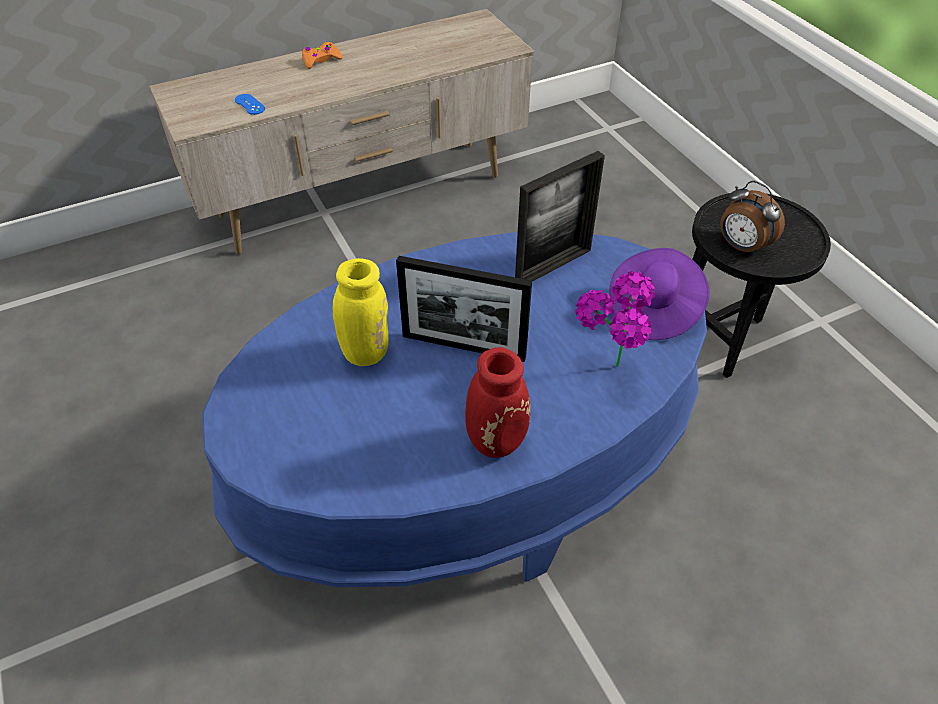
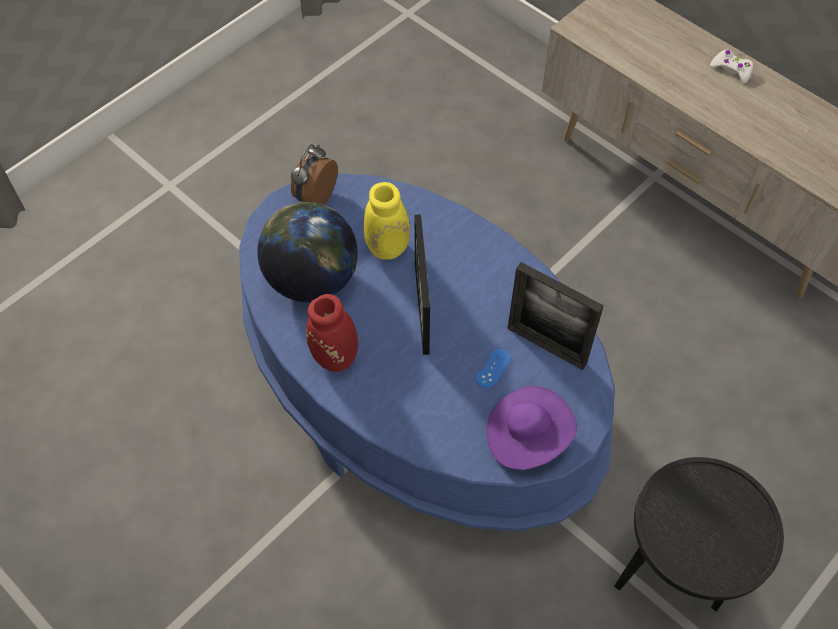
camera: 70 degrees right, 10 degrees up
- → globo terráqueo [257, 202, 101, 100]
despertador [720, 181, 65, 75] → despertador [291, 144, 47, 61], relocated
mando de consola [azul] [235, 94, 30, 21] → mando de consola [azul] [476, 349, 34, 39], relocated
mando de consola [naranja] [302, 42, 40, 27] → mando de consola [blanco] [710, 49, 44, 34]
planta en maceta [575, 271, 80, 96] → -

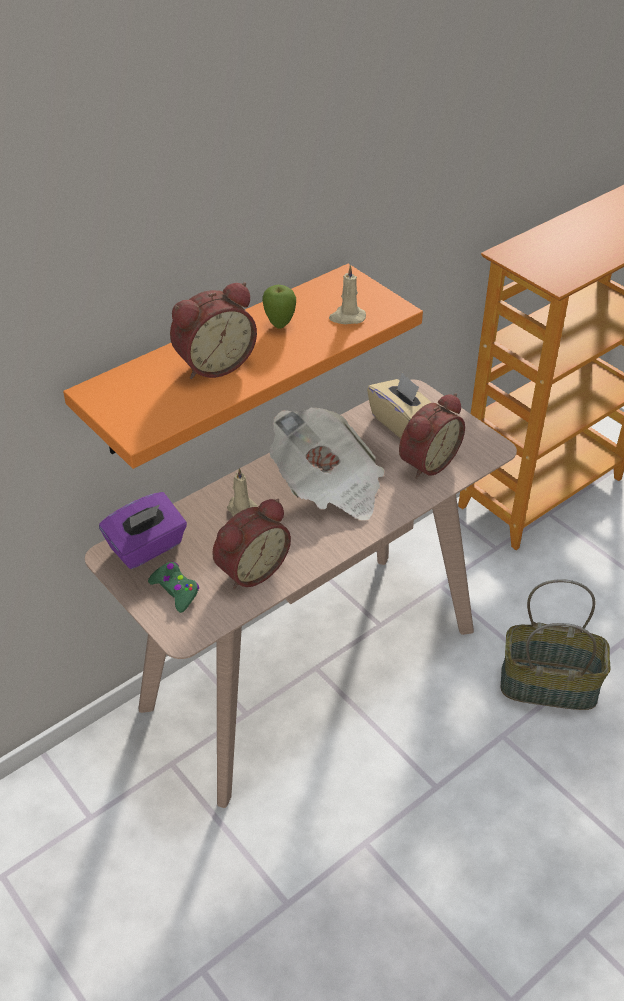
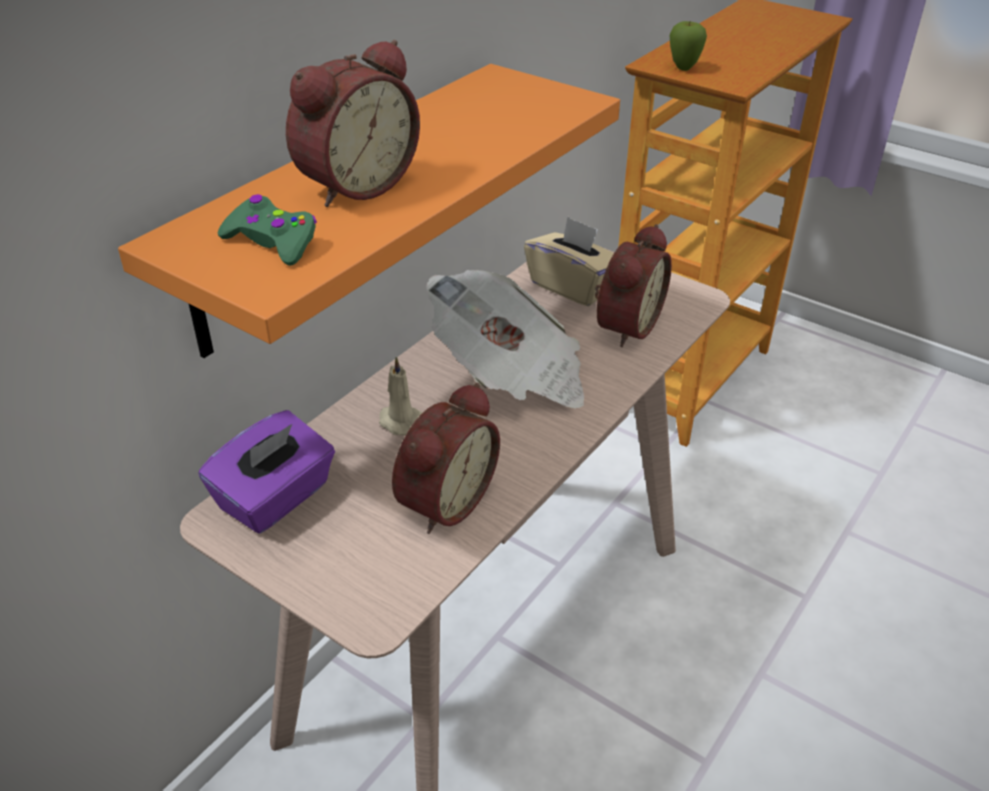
camera: 15 degrees left, 5 degrees down
mando de consola [verde] [148, 562, 51, 51] → mando de consola [verde] [218, 194, 99, 72], relocated
manzana [262, 285, 34, 44] → manzana [670, 21, 37, 50], relocated
vela [beis] [329, 265, 37, 59] → -
cesta [501, 579, 109, 131] → -

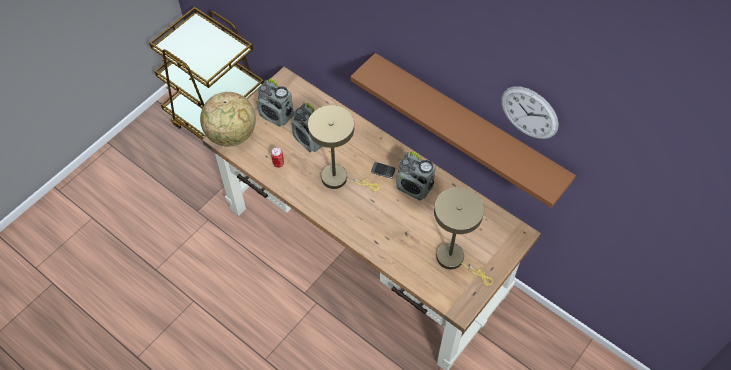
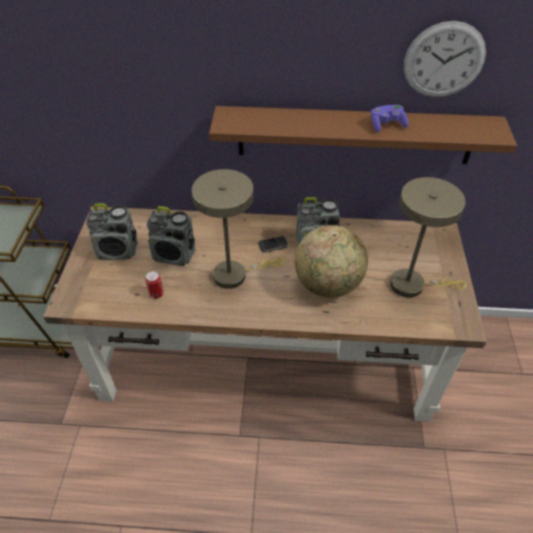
camera: 35 degrees left, 10 degrees down
globo terráqueo [200, 92, 56, 55] → globo terráqueo [295, 225, 73, 73], relocated
- → mando de consola [morado] [371, 105, 37, 28]

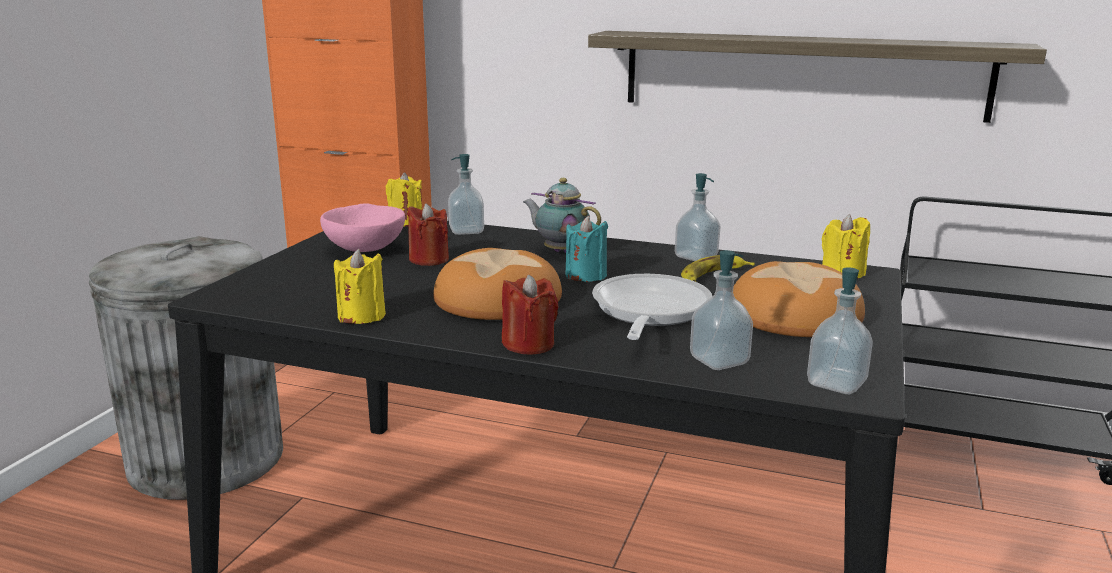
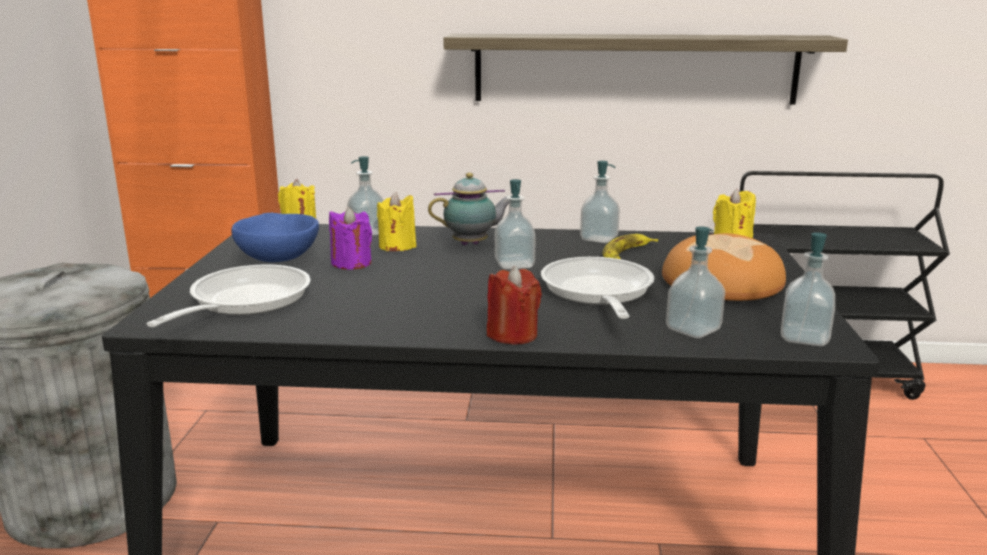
camera: 15 degrees left, 0 degrees up
- → sartén [146, 264, 165, 63]
cuenco [rosa] [320, 204, 85, 48] → cuenco [azul] [231, 213, 88, 49]
vela [rojo] [407, 203, 42, 63] → vela [morado] [329, 207, 43, 63]
vela [amarillo] [334, 249, 52, 75] → vela [amarillo] [377, 192, 39, 59], relocated
tetera [523, 178, 78, 75] → tetera [428, 172, 81, 73], 150 degrees clockwise
vela [turquesa] [565, 216, 43, 66] → dispensador de jabón [495, 179, 41, 90]
pan [433, 248, 129, 72] → -

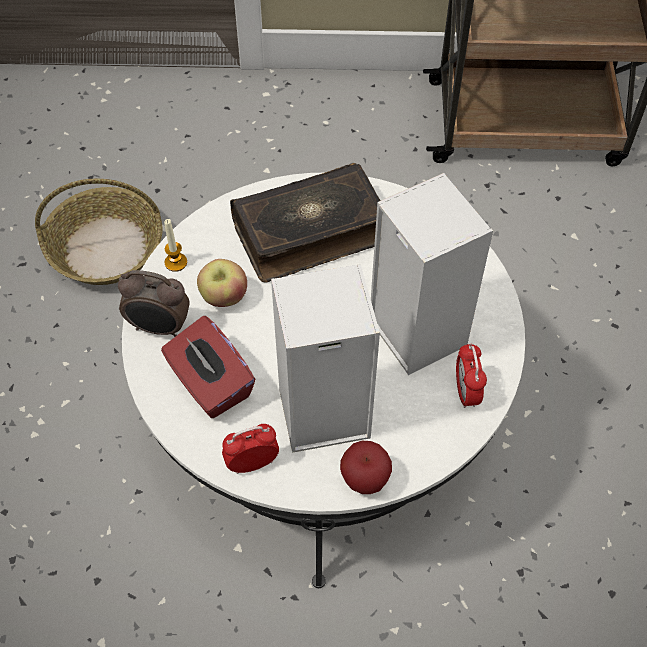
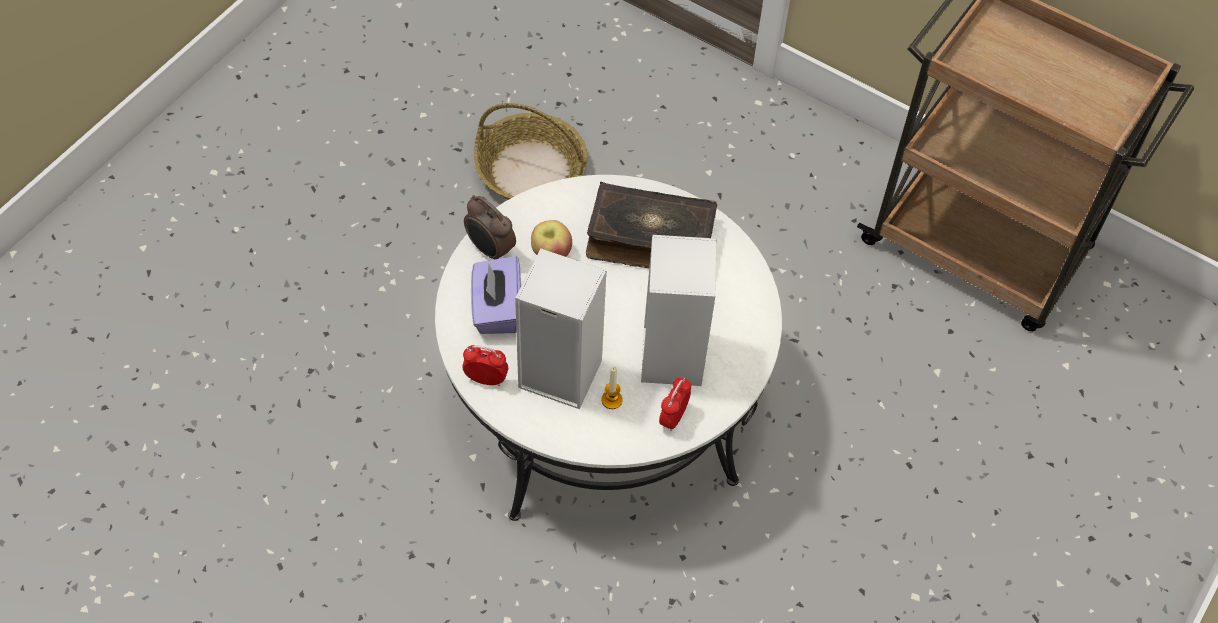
camera: 30 degrees right, 0 degrees up
caja de pañuelos [rojo] [161, 316, 94, 102] → caja de pañuelos [morado] [471, 256, 50, 78]
vela [164, 219, 23, 53] → vela [601, 366, 22, 43], relocated
manzana [340, 441, 52, 53] → -

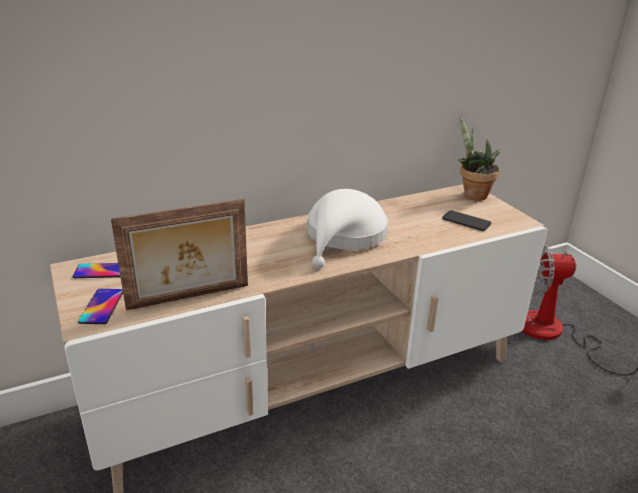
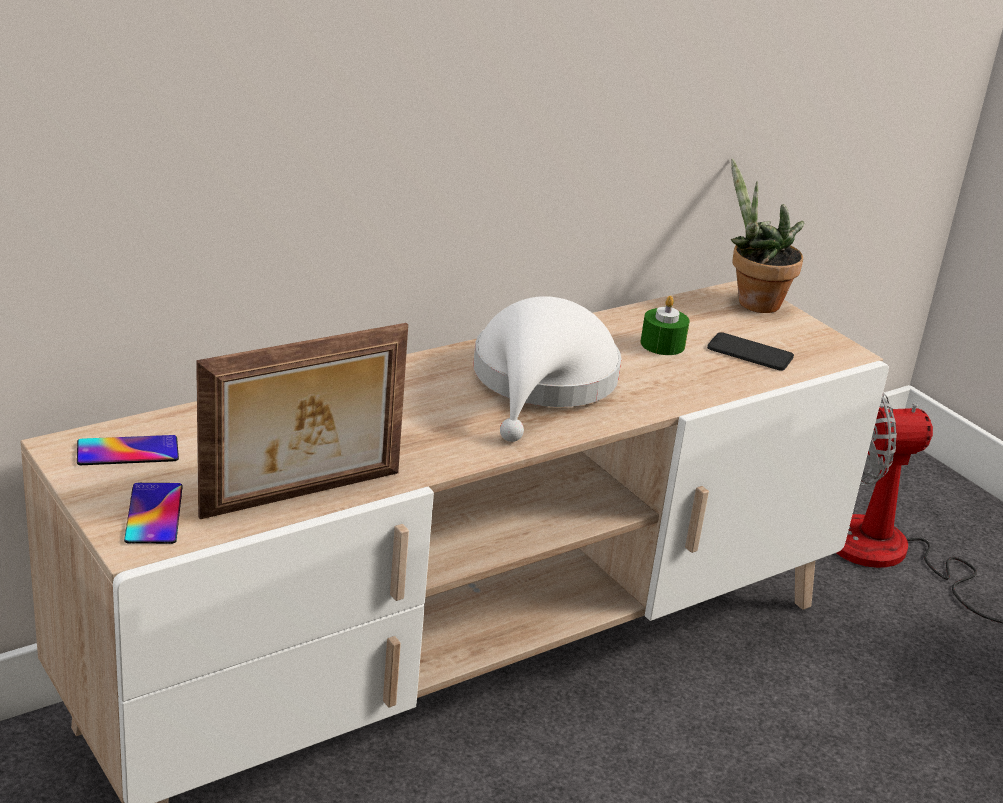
camera: 10 degrees left, 0 degrees up
- → vela [verde] [641, 296, 48, 59]

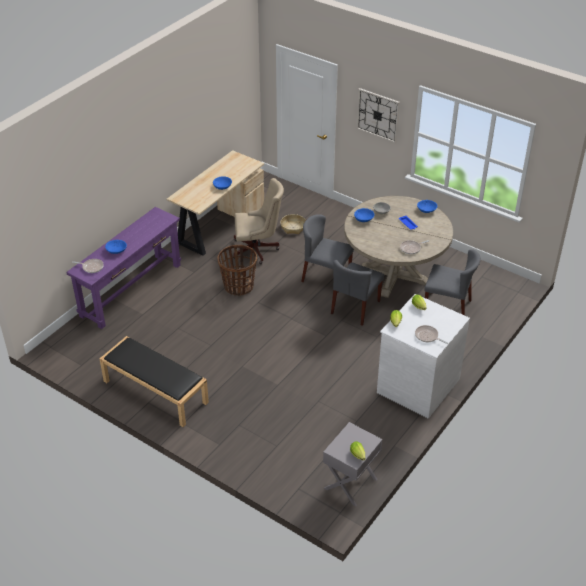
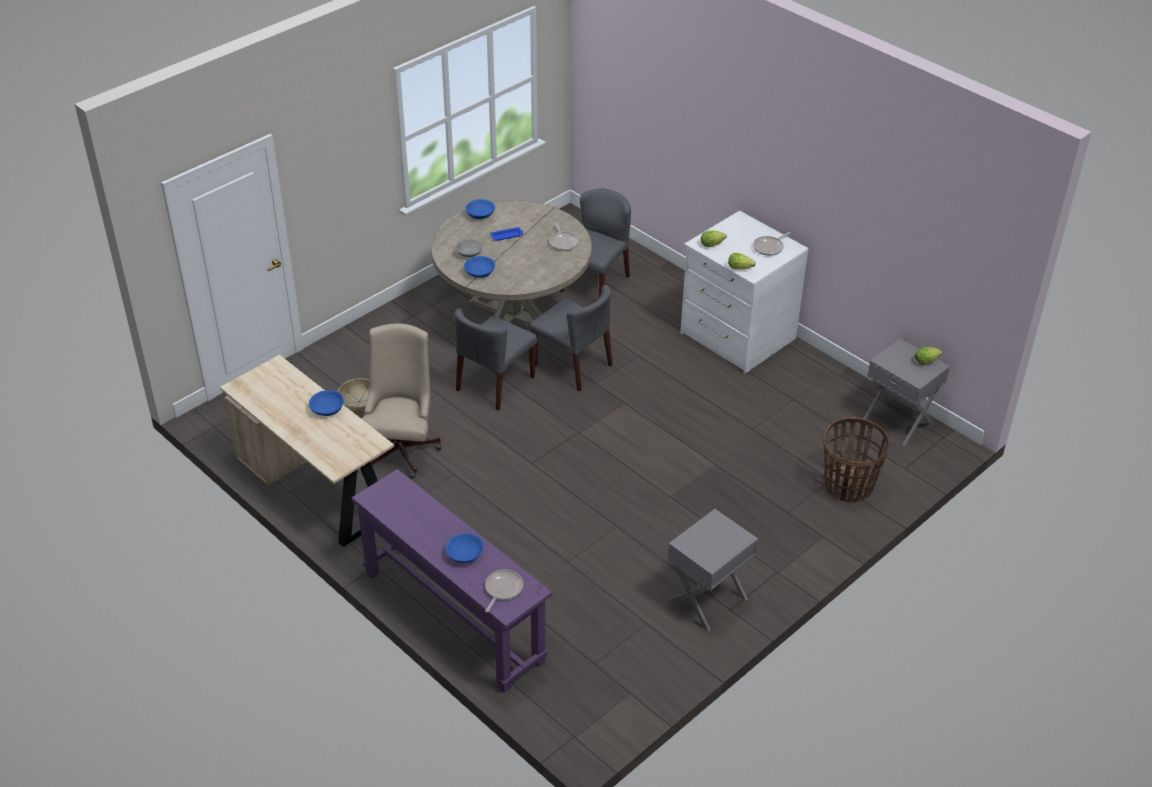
camera: 80 degrees left, 0 degrees up
banco [negro] [100, 336, 109, 91] → mesita de noche [gris] [667, 509, 91, 123]
cesta [217, 245, 40, 51] → cesta [823, 417, 68, 85], relocated
reloj de pared [356, 88, 44, 55] → -

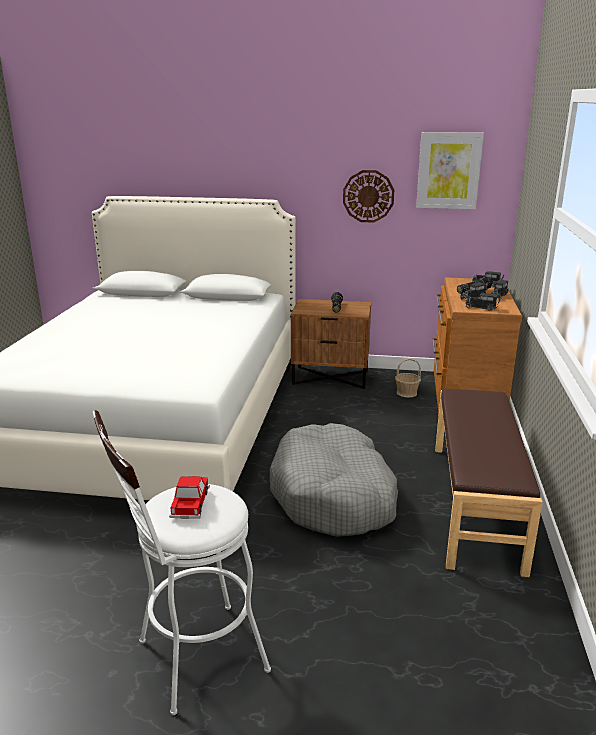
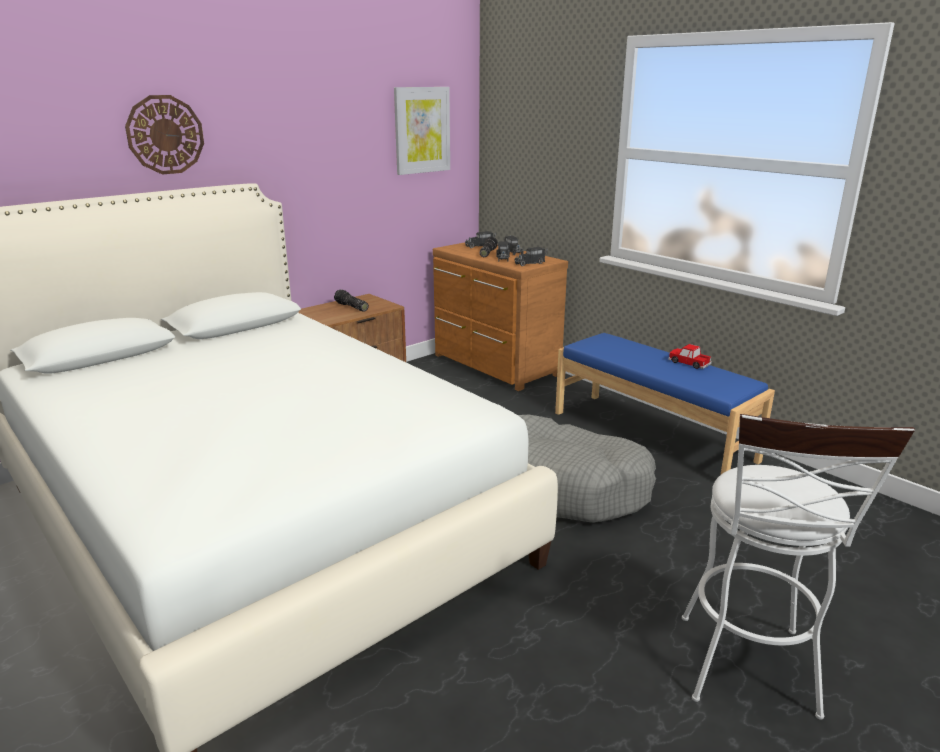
camera: 50 degrees left, 0 degrees up
reloj de pared [343, 170, 51, 53] → reloj de pared [125, 95, 79, 79], relocated
banco [marrón] [435, 389, 108, 188] → banco [azul] [555, 333, 220, 141]
coche de juguete [169, 476, 41, 43] → coche de juguete [668, 344, 44, 25], relocated
cesta [395, 358, 26, 40] → -

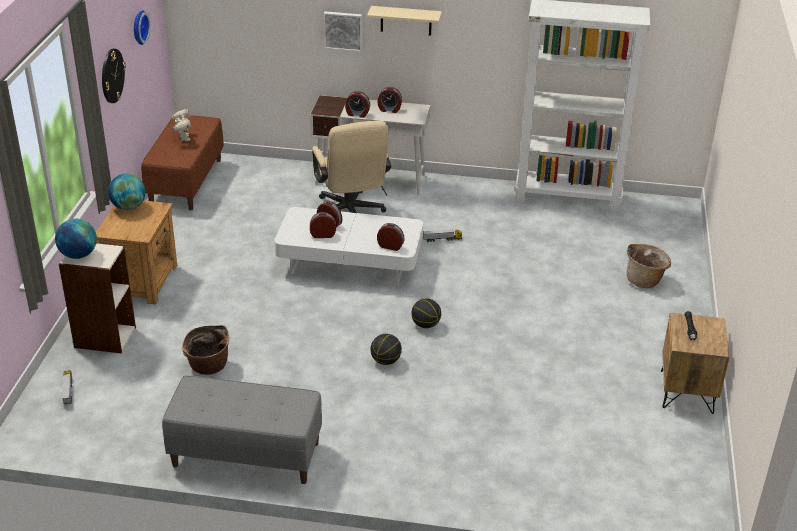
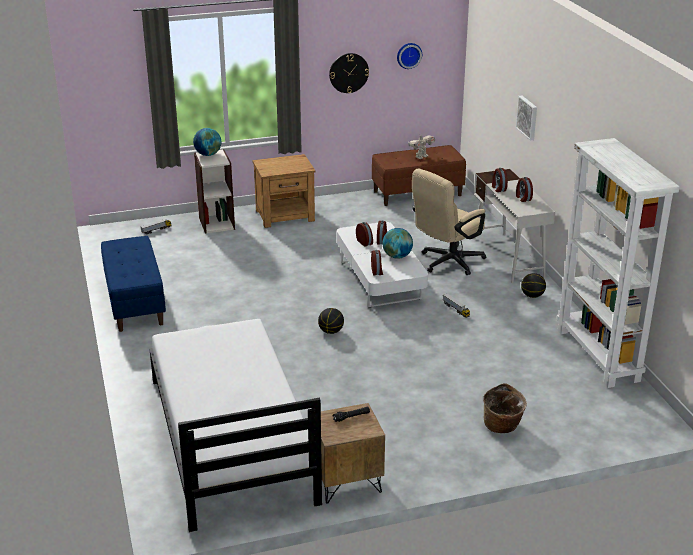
camera: 65 degrees right, 5 degrees down
banco [gris] [162, 375, 160, 109] → banco [azul] [101, 236, 65, 96]
- → cama [blanco] [149, 319, 173, 213]
globo terráqueo [108, 174, 38, 36] → globo terráqueo [382, 228, 31, 31], relocated
balón de baloncesto [371, 334, 31, 31] → balón de baloncesto [521, 273, 25, 25], relocated
cesta [182, 325, 47, 50] → -
estante [beis] [367, 6, 75, 30] → -

